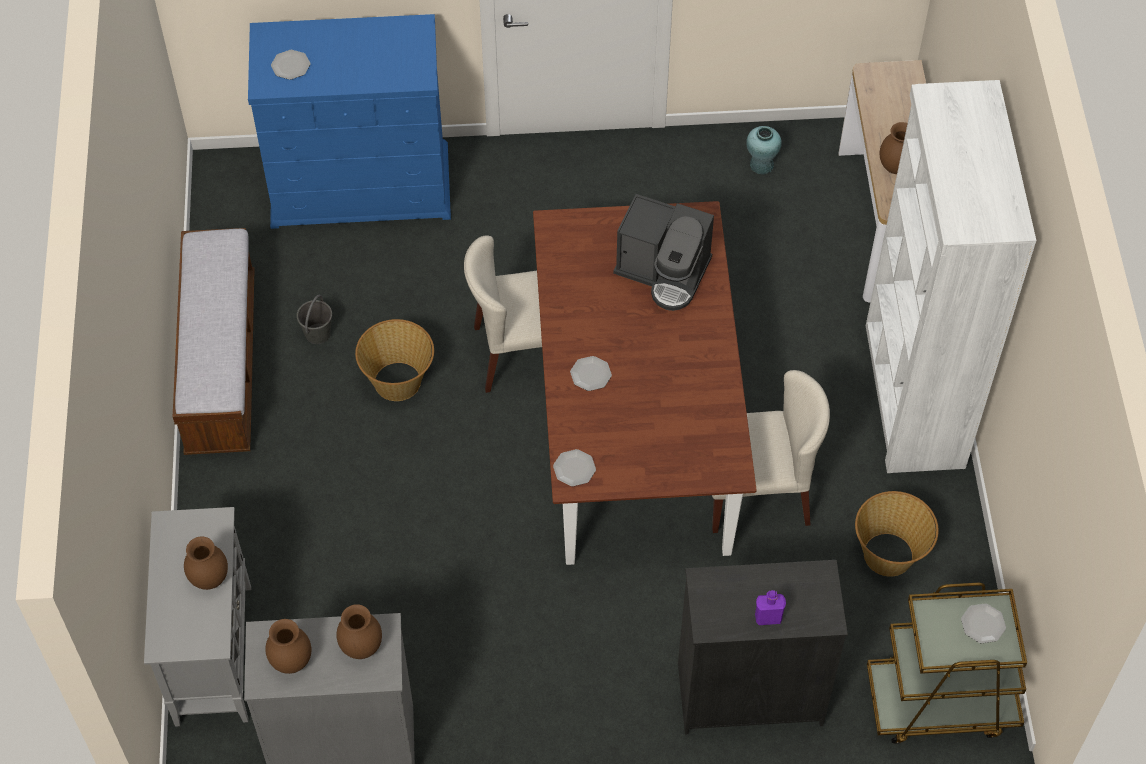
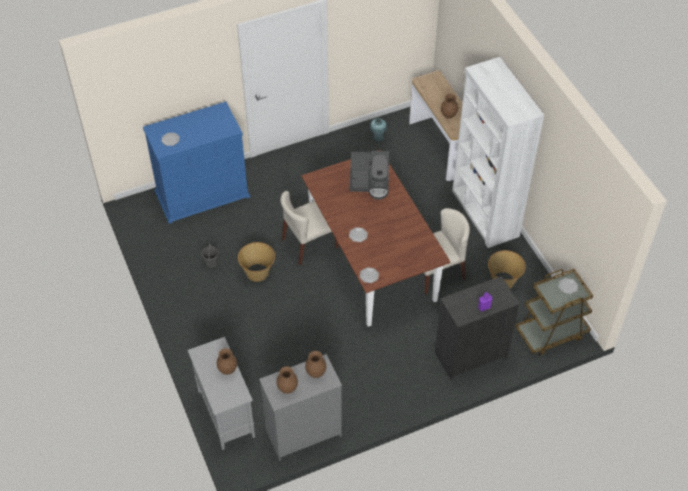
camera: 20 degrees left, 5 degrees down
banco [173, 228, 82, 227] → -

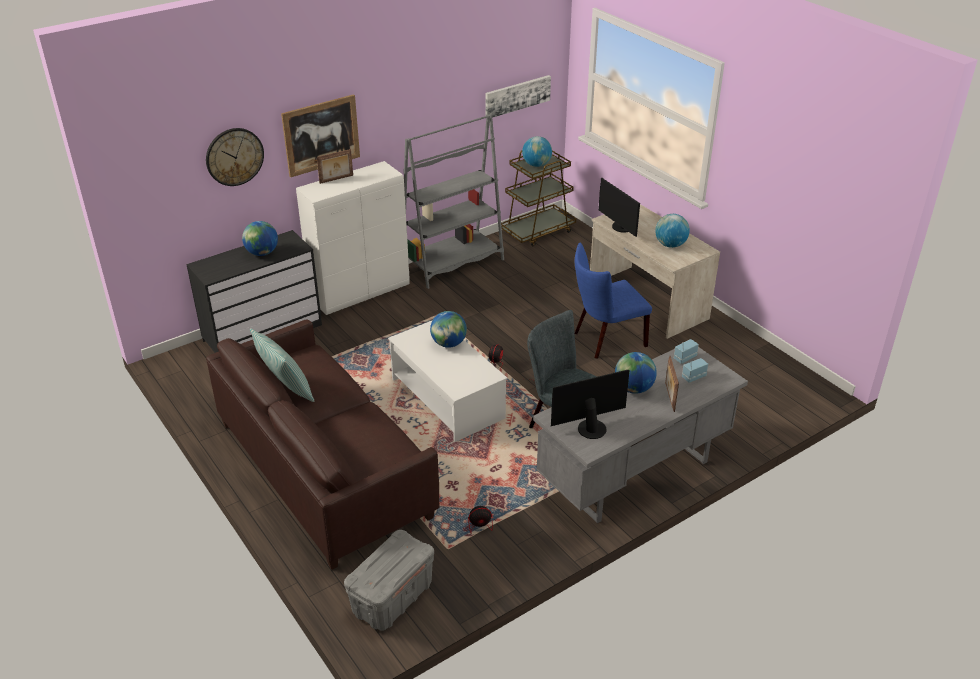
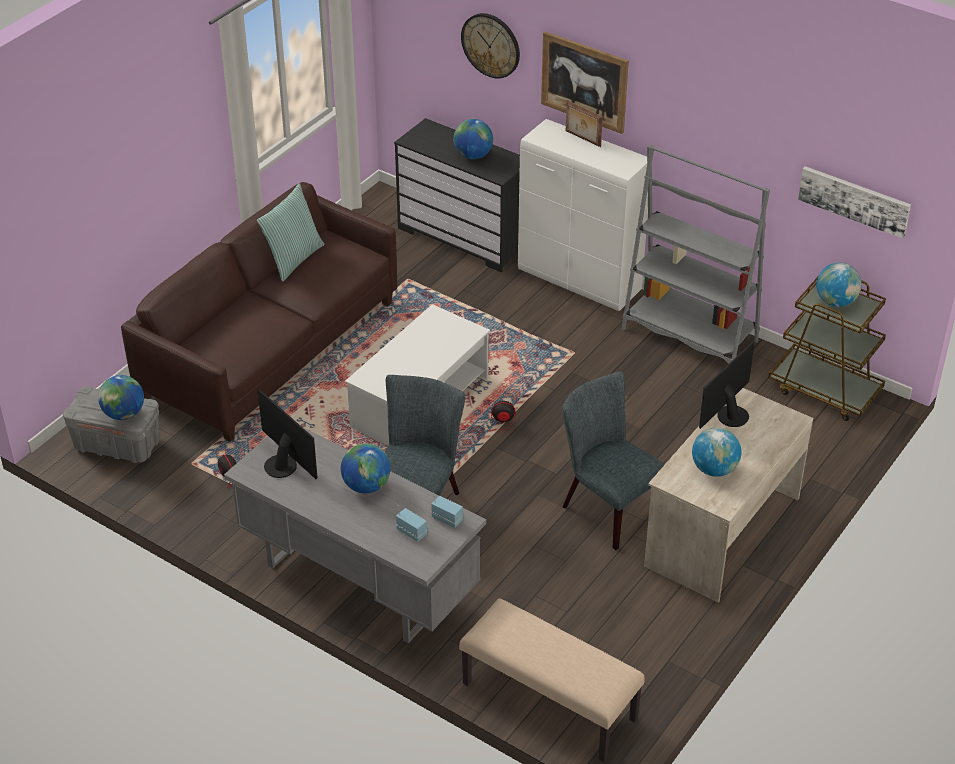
camera: 70 degrees right, 5 degrees up
globo terráqueo [430, 311, 37, 37] → globo terráqueo [98, 375, 46, 45], relocated
- → banco [beis] [459, 598, 186, 164]
silla [azul] [575, 242, 77, 117] → silla [gris] [562, 371, 103, 179]
portarretratos [665, 356, 14, 56] → -

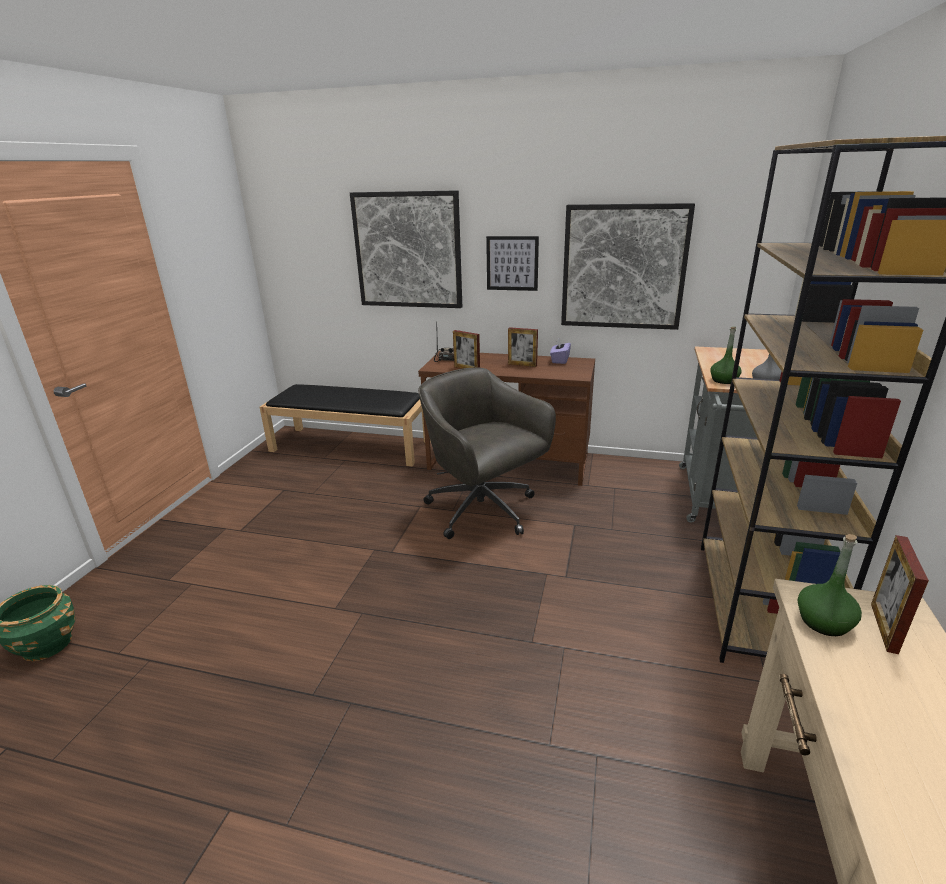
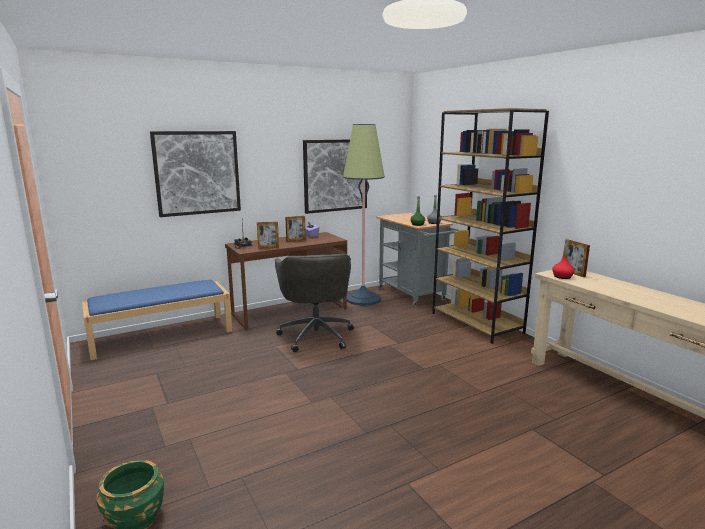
camera: 45 degrees left, 10 degrees down
banco [negro] [260, 384, 171, 82] → banco [azul] [82, 280, 150, 80]
silla de oficina [gris] [418, 368, 138, 171] → silla de oficina [gris] [275, 254, 79, 98], 105 degrees counterclockwise
- → lámpara de pie [343, 124, 42, 182]
botella [verde] [798, 534, 64, 102] → botella [rojo] [552, 239, 22, 40]
cuadro [486, 236, 53, 55] → -

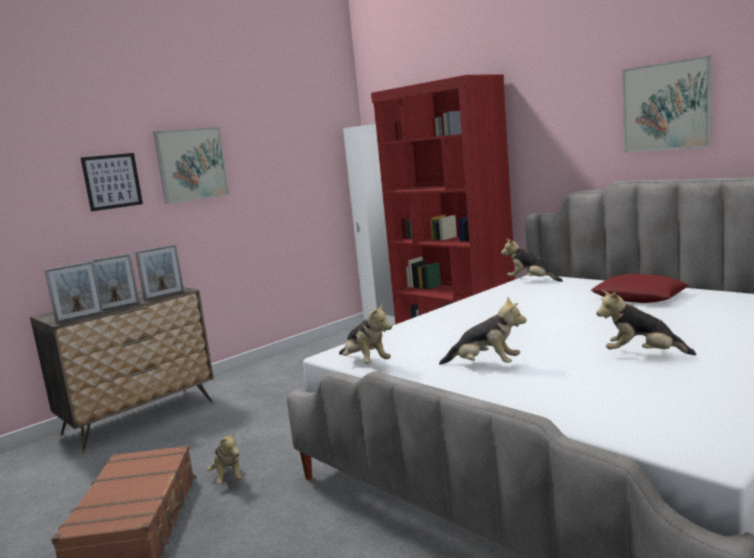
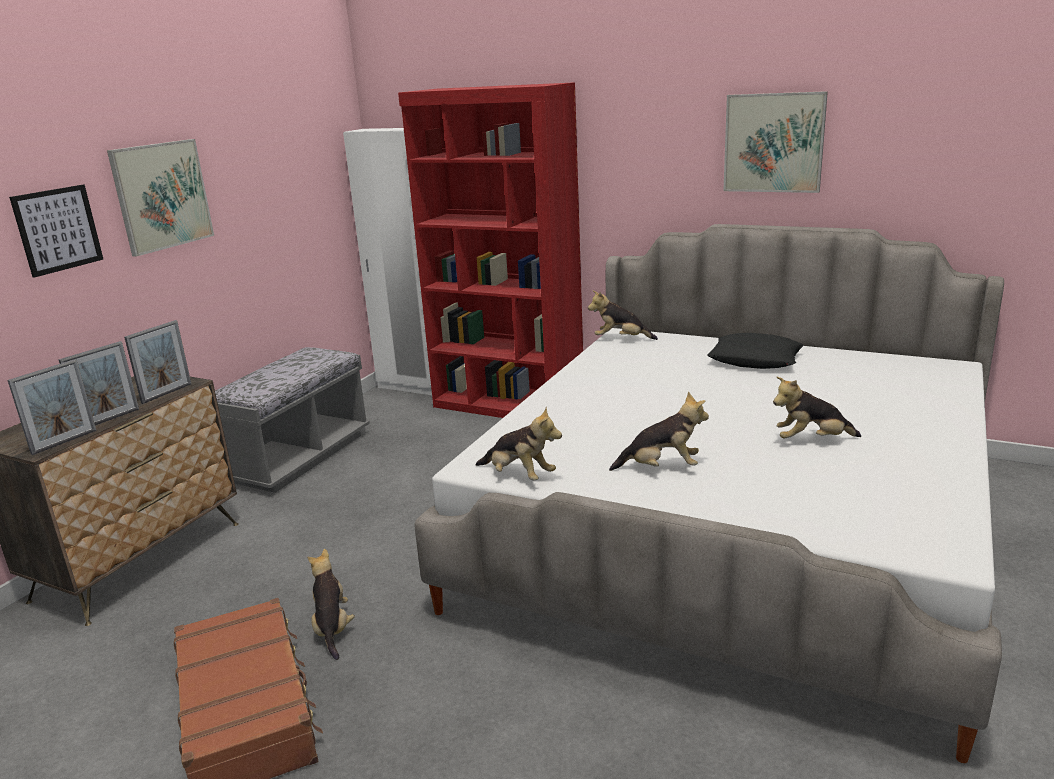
camera: 20 degrees left, 10 degrees up
- → banco [gris] [215, 347, 155, 146]
peluche [207, 430, 35, 54] → peluche [307, 549, 48, 111], 150 degrees counterclockwise
cojín [rojo] [591, 273, 99, 30] → cojín [negro] [707, 333, 97, 36]

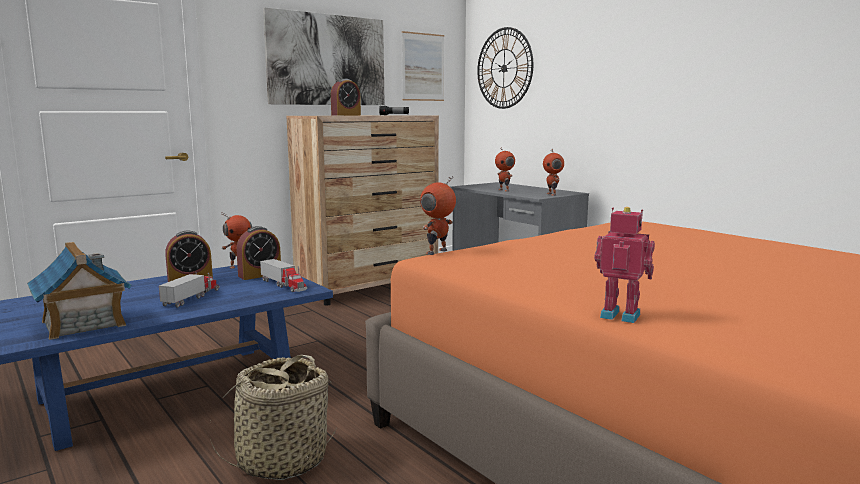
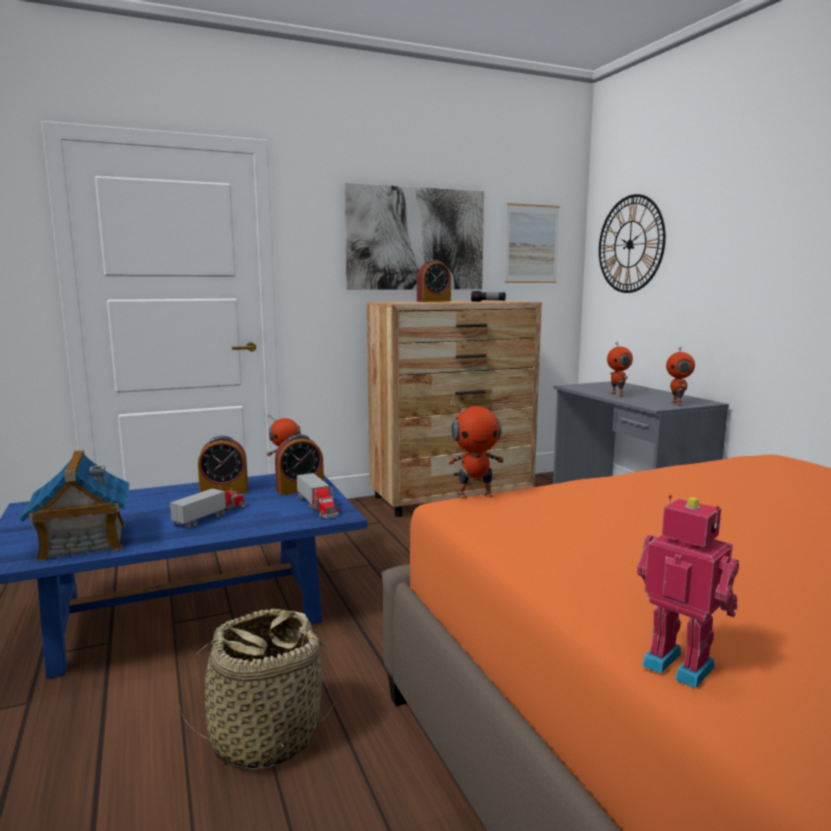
camera: 15 degrees right, 0 degrees up
robot de juguete [420, 176, 36, 79] → robot de juguete [447, 399, 57, 100], 150 degrees counterclockwise

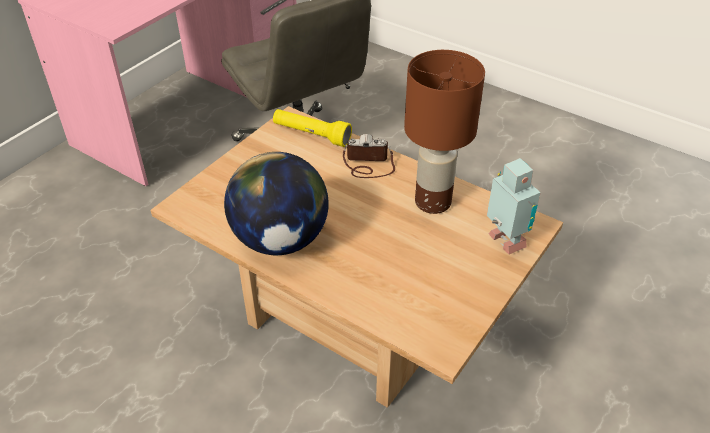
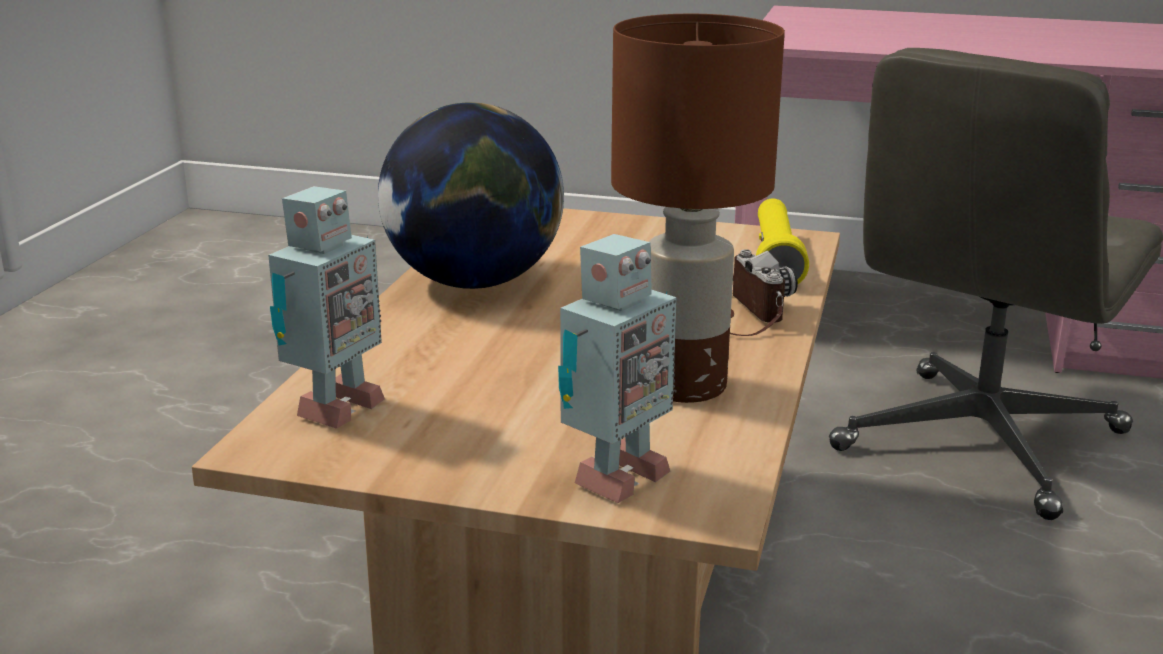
camera: 70 degrees right, 20 degrees down
- → robot de juguete [268, 186, 117, 243]

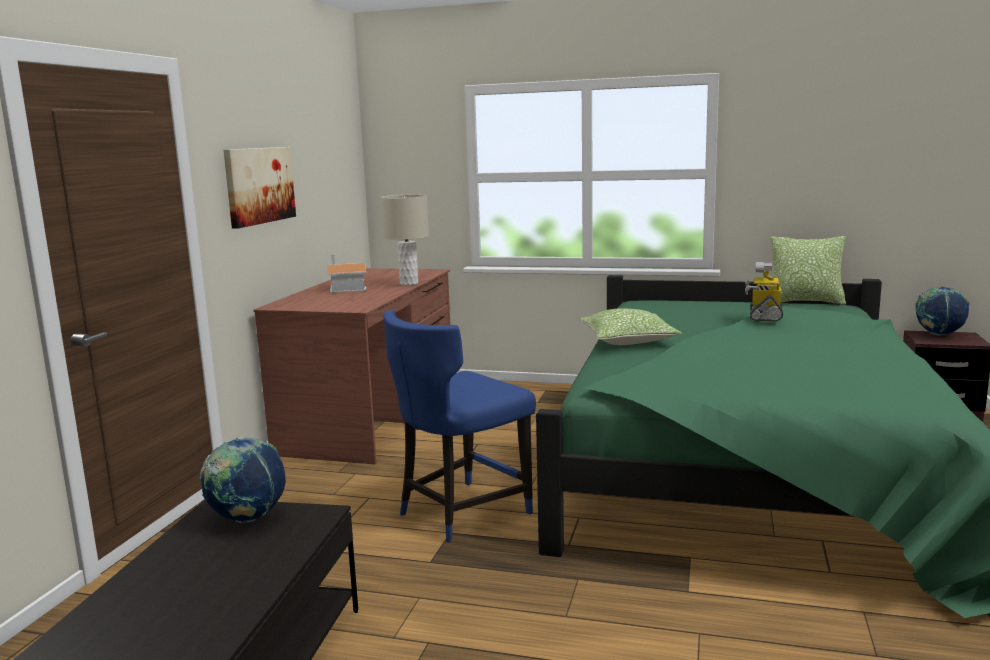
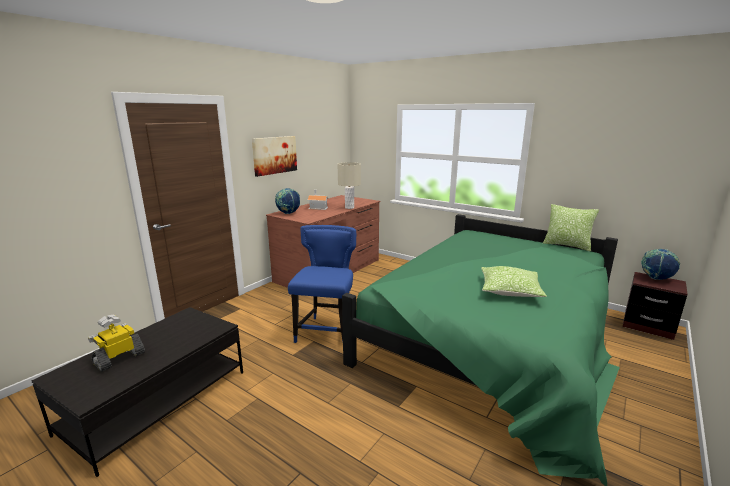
camera: 20 degrees right, 5 degrees up
robot de juguete [745, 262, 38, 60] → robot de juguete [88, 315, 57, 57], relocated
globo terráqueo [200, 437, 86, 86] → globo terráqueo [275, 188, 25, 26], relocated
silla [azul] [383, 310, 153, 233] → silla [azul] [288, 225, 68, 118], 120 degrees clockwise
cojín [580, 308, 102, 37] → cojín [481, 266, 66, 31], relocated

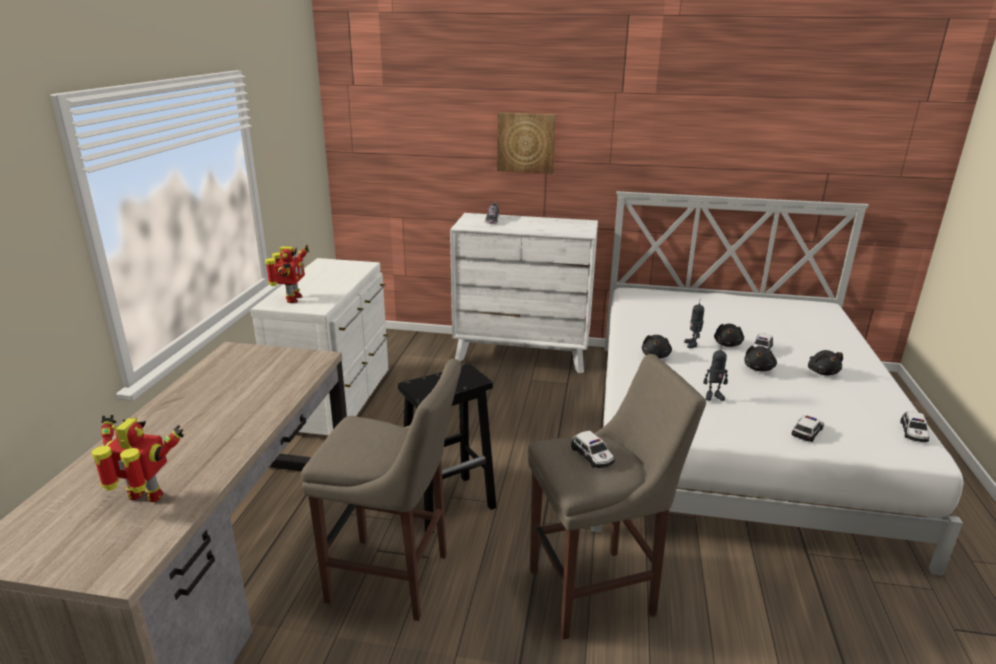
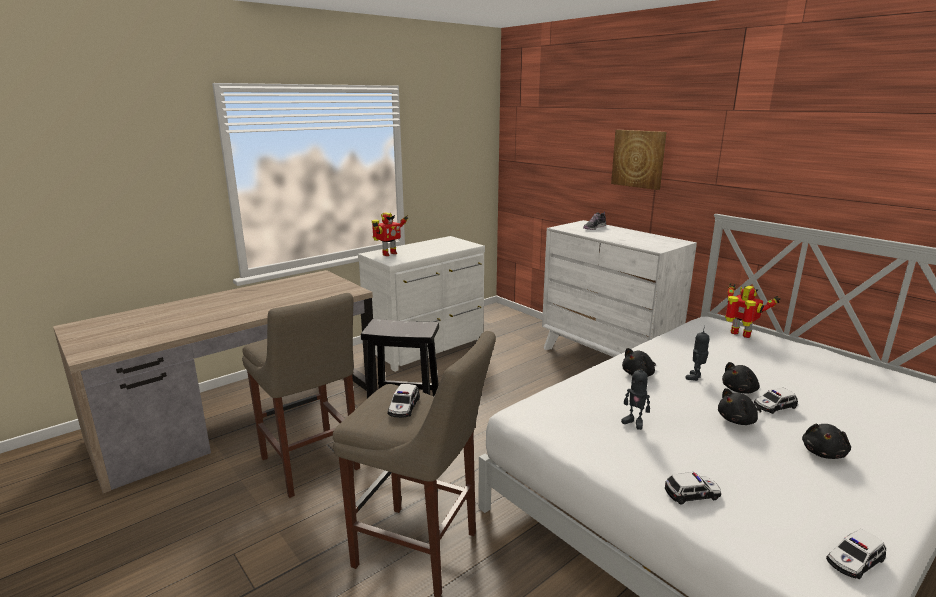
camera: 40 degrees right, 5 degrees down
robot de juguete [92, 415, 92, 87] → robot de juguete [725, 283, 56, 55], relocated

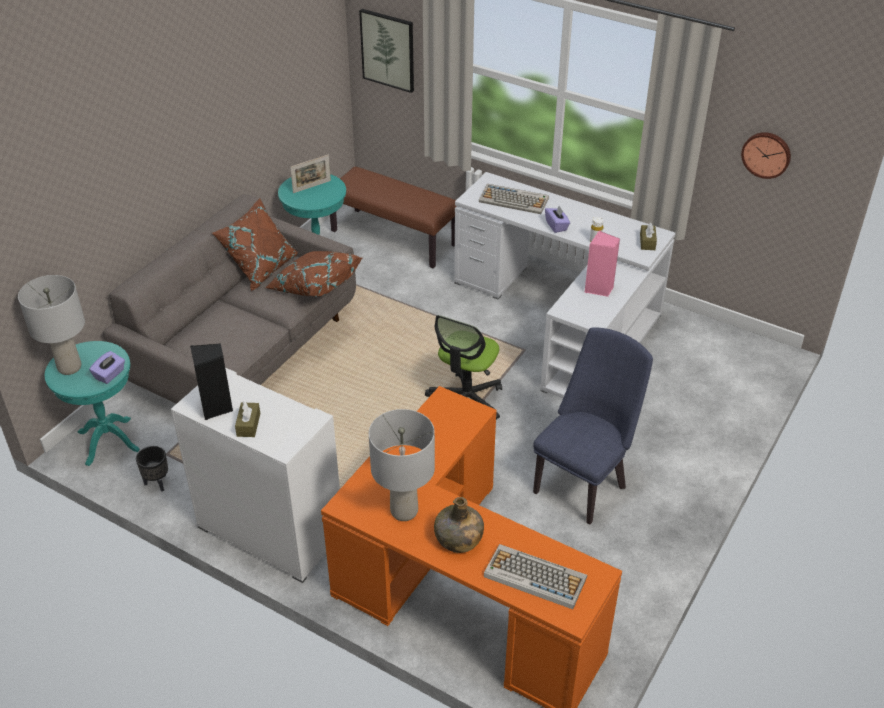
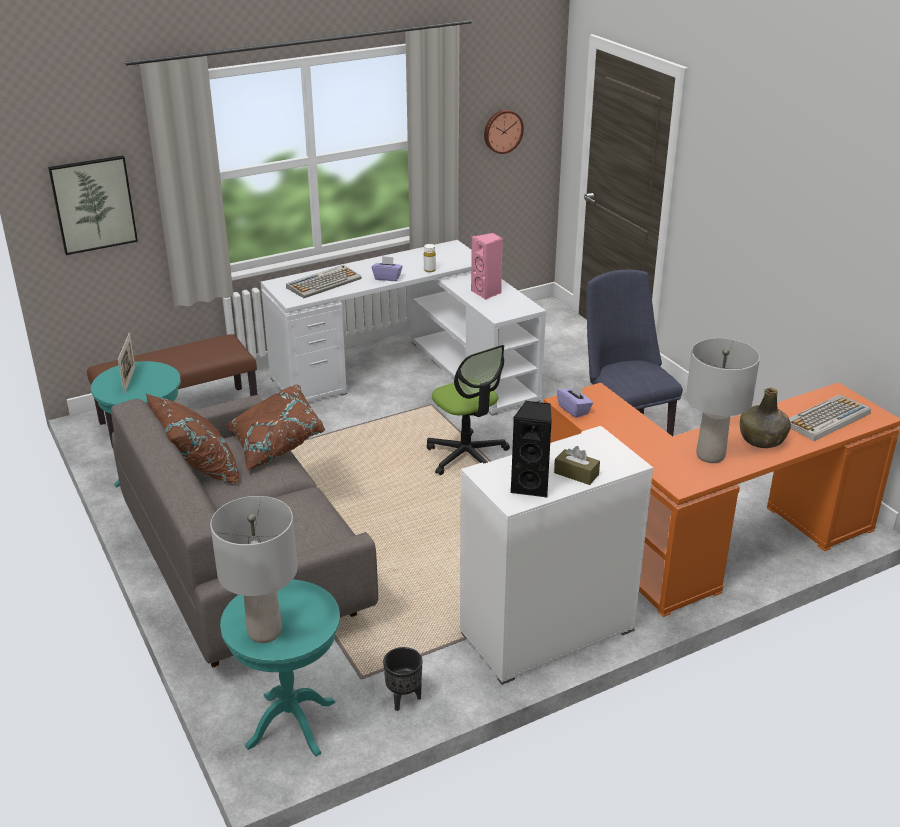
camera: 60 degrees left, 10 degrees down
caja de pañuelos [morado] [89, 351, 36, 33] → caja de pañuelos [morado] [557, 384, 36, 34], relocated
caja de pañuelos [marrón] [640, 222, 17, 28] → -

